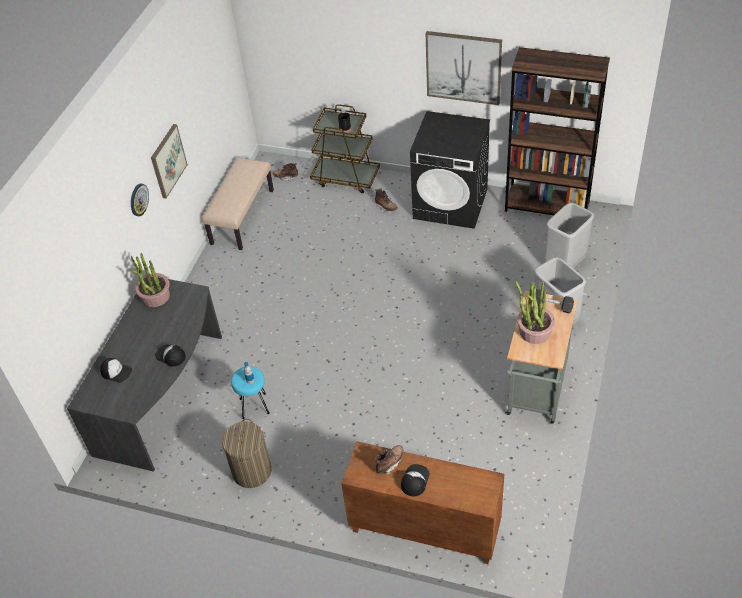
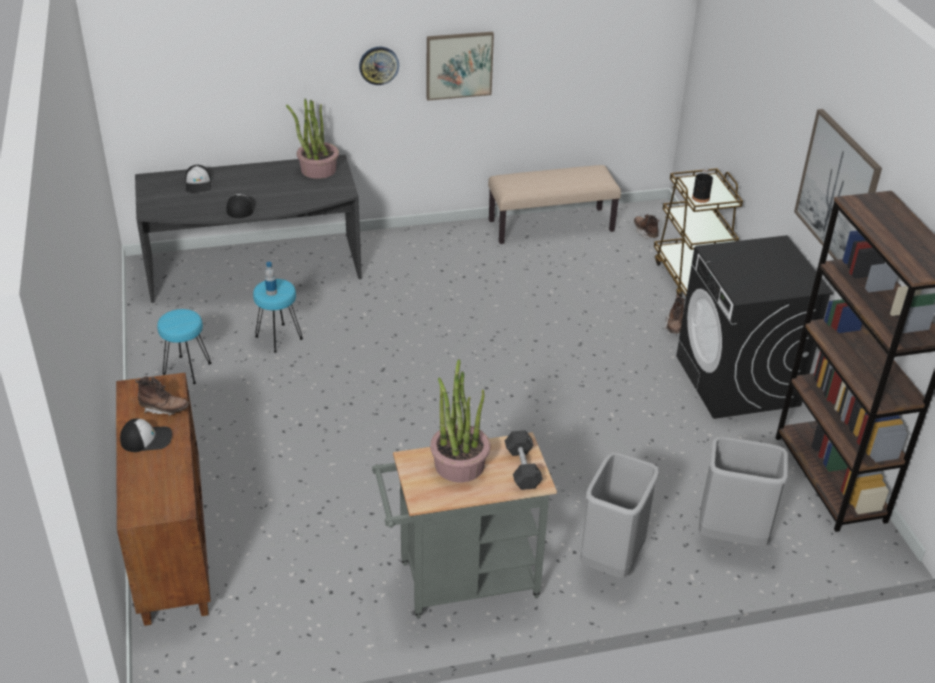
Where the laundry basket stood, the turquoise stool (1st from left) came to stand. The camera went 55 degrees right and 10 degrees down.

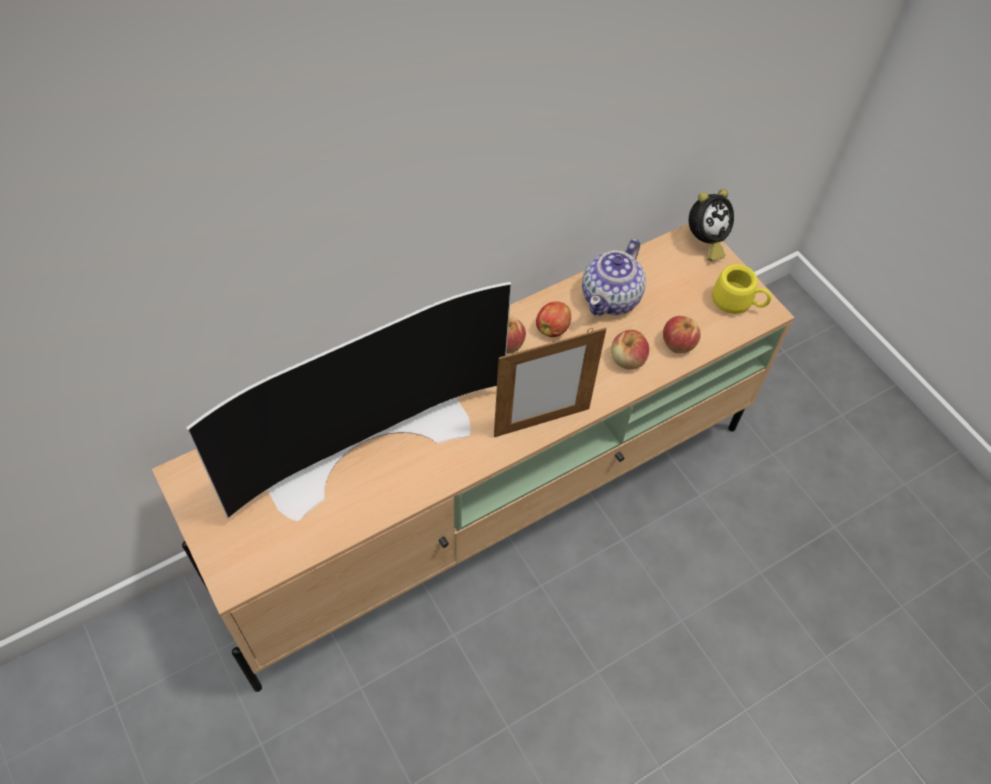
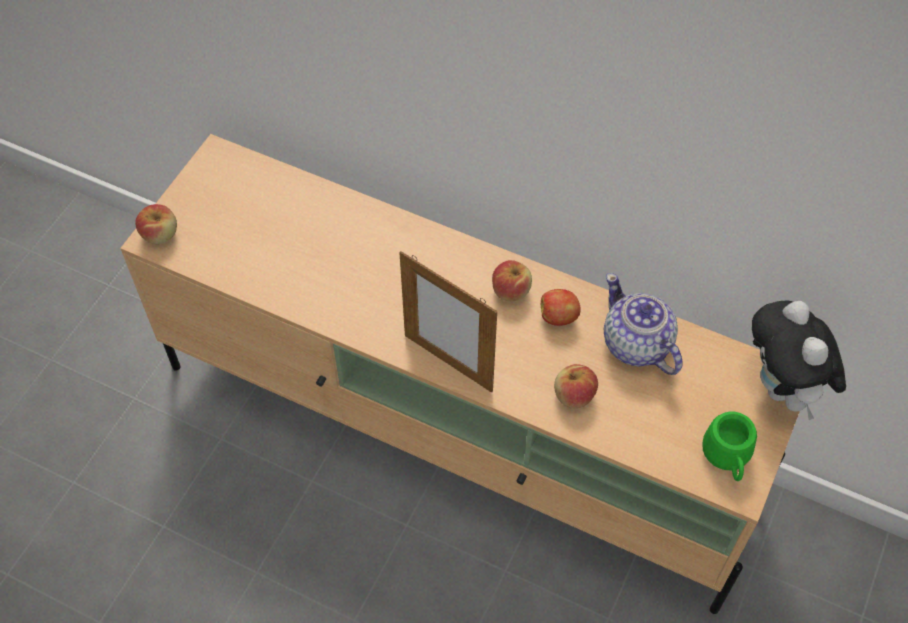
The apple (4th from left in the first image) ended up elsewhere. The teapot ended up facing another way, 60 degrees clockwise from before. What was the yellow mug turned into the green mug. Where the alarm clock stood, the plush toy came to stand. The second view lost the television. The camera went 60 degrees right and 0 degrees up.

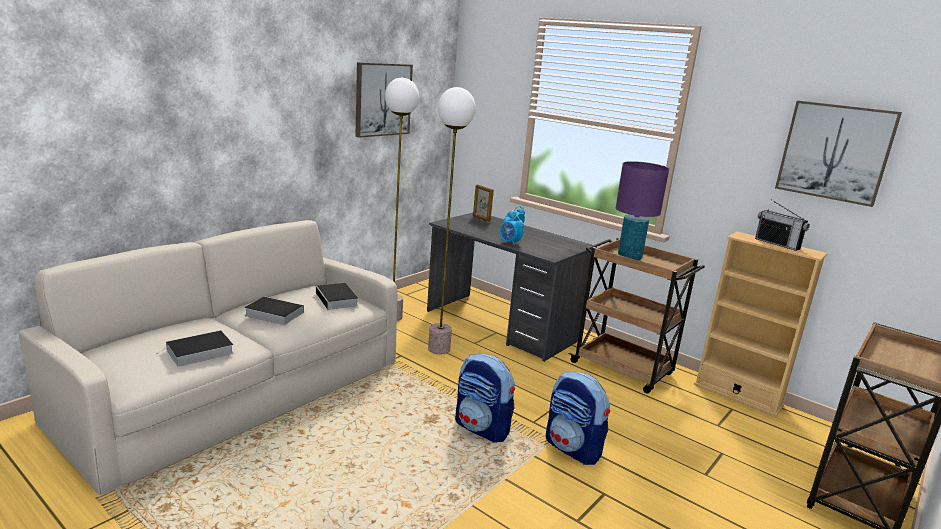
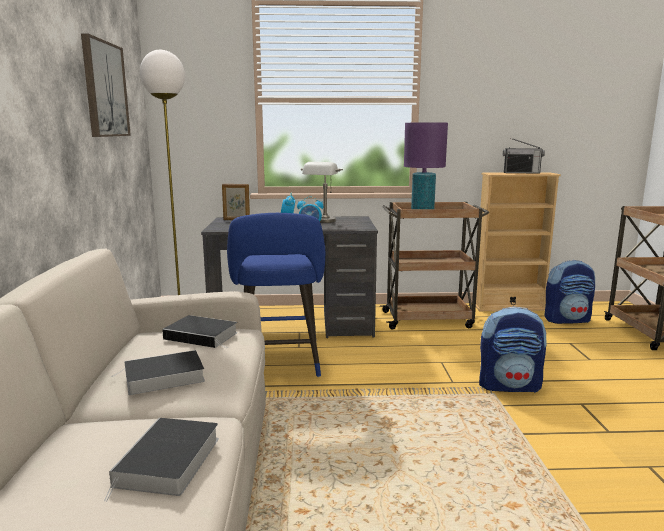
Where the floor lamp (2nd from left) stood, the blue stool came to stand. The second view gained the grey table lamp. The backpack (1st from left in the first image) ended up elsewhere. The second view lost the picture (2nd from left). The camera went 40 degrees left and 5 degrees down.

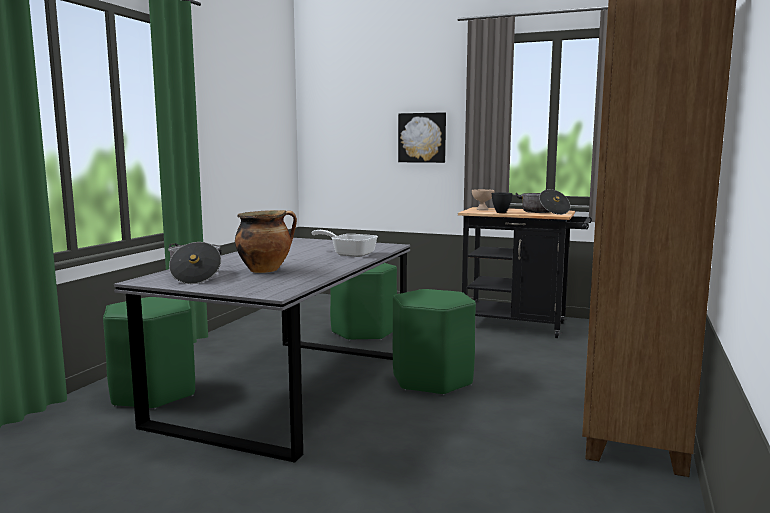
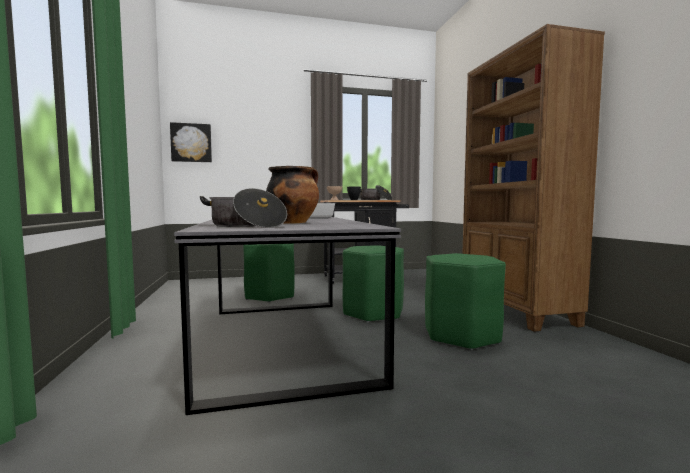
The picture ended up elsewhere. The green stool (1st from left in the first image) ended up elsewhere. The camera went 35 degrees left and 5 degrees down.

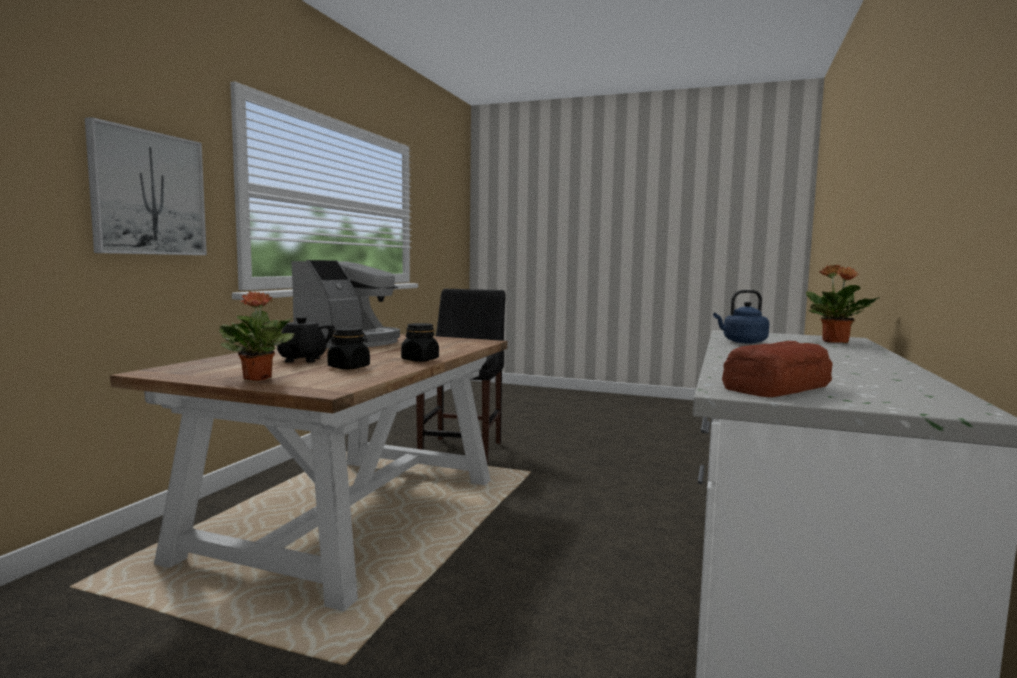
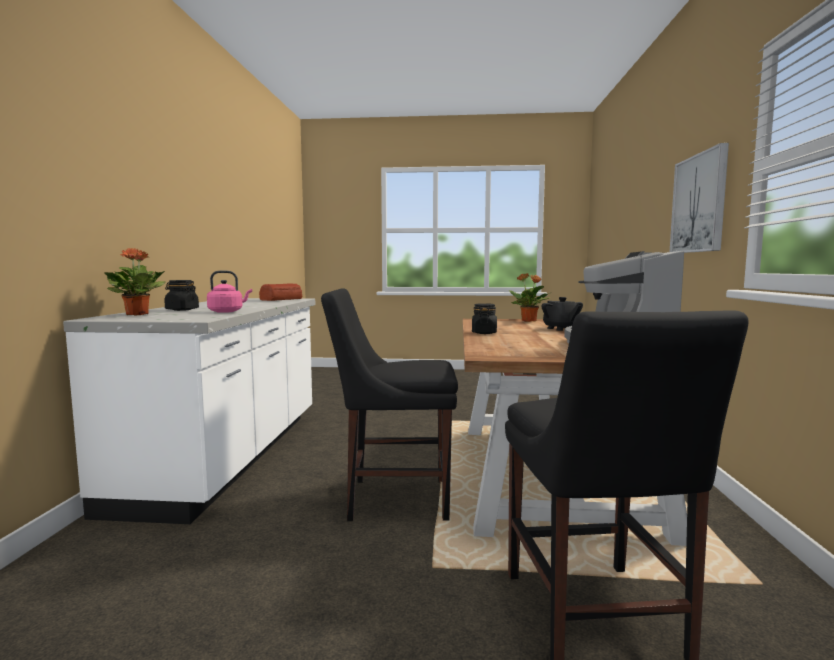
The black jar (1st from left) ended up elsewhere. What was the blue kettle turned into the pink kettle. The second view gained the black chair (1st from left). The camera went 165 degrees right and 0 degrees up.

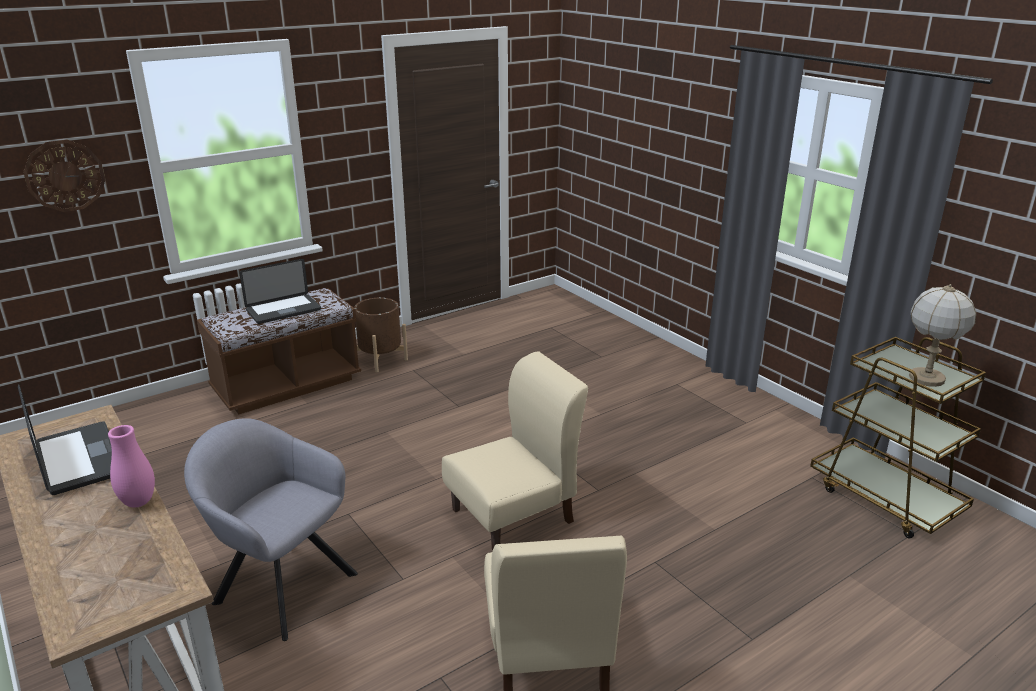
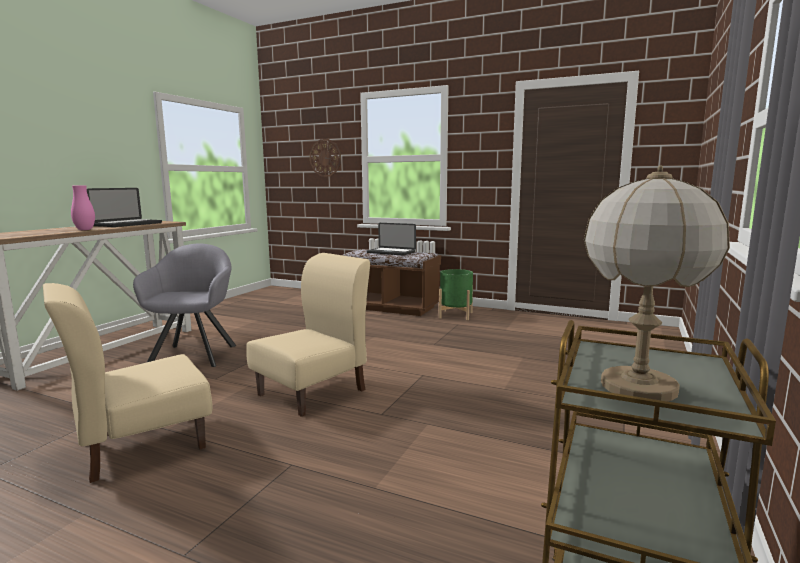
The beige chair (1st from left in the first image) ended up facing another way, 75 degrees counterclockwise from before. What was the brown planter turned into the green planter. The camera went 60 degrees right and 15 degrees down.

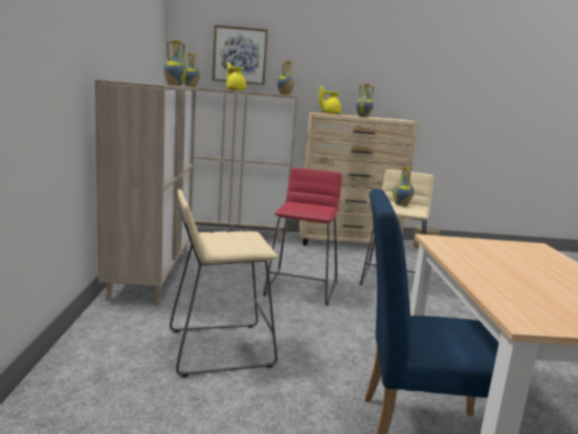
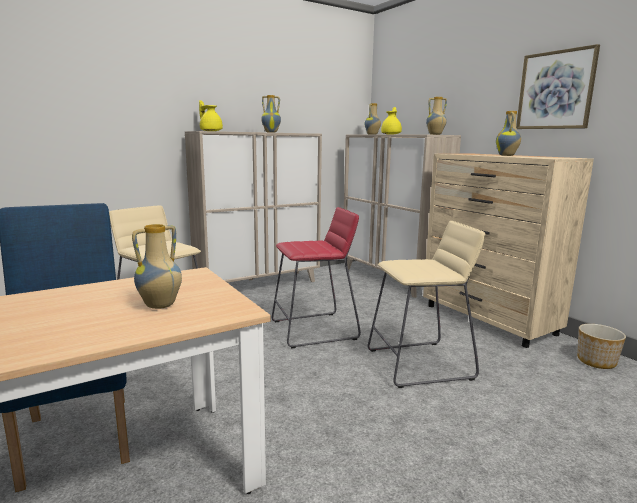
The vase (5th from left in the first image) ended up elsewhere. The yellow teapot (2nd from left in the first image) ended up elsewhere. The picture ended up elsewhere. The camera went 60 degrees right and 0 degrees up.

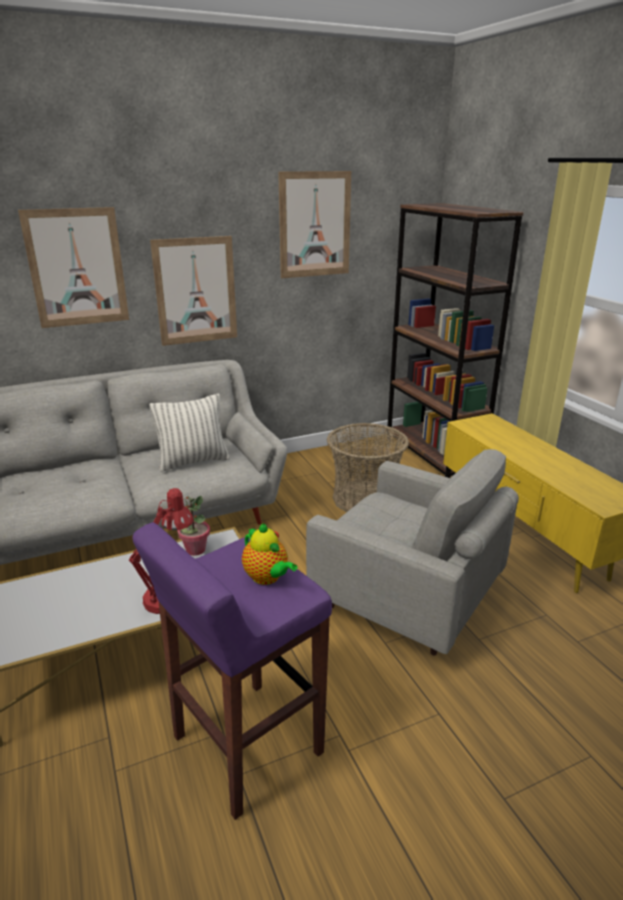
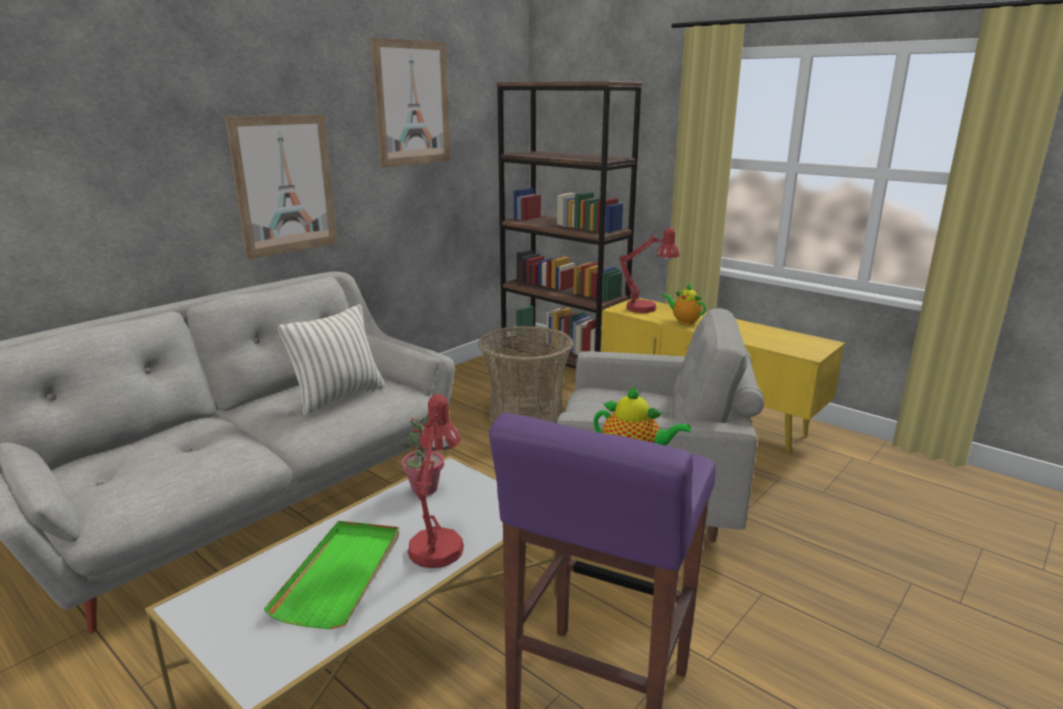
The second view gained the green tray. The second view gained the red table lamp (2nd from left). The second view gained the teapot (2nd from left). The second view lost the picture (1st from left). The camera went 25 degrees left and 5 degrees down.

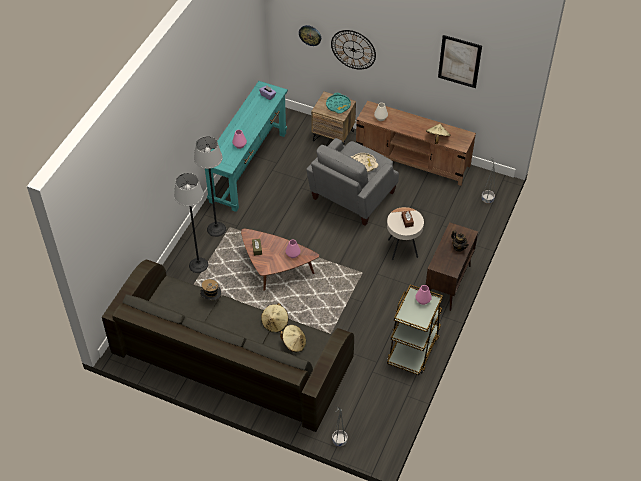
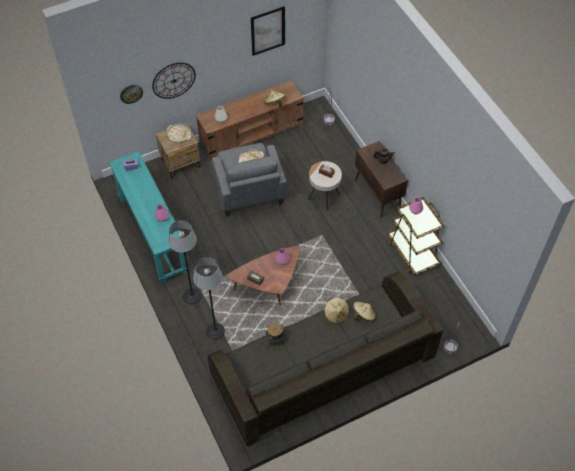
What was the turquoise tray turned into the beige tray (1st from left). The camera went 50 degrees left and 5 degrees up.

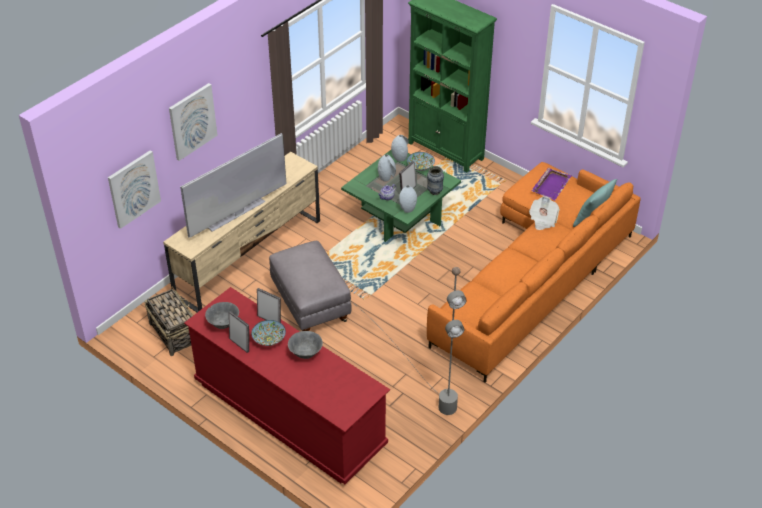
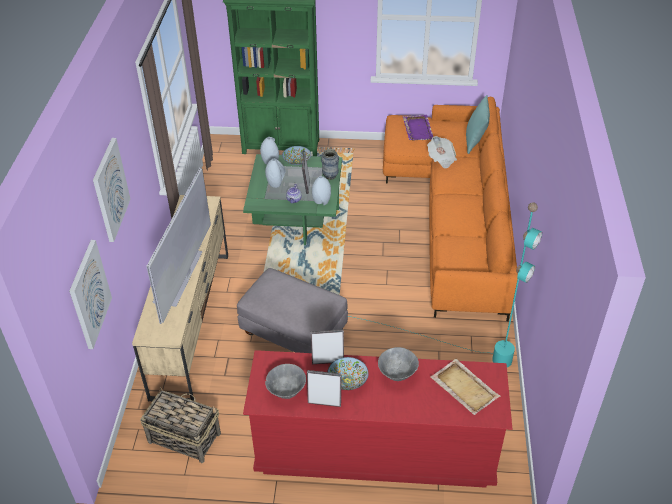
What was the grey floor lamp turned into the turquoise floor lamp. The second view gained the beige tray. The camera went 35 degrees left and 0 degrees up.

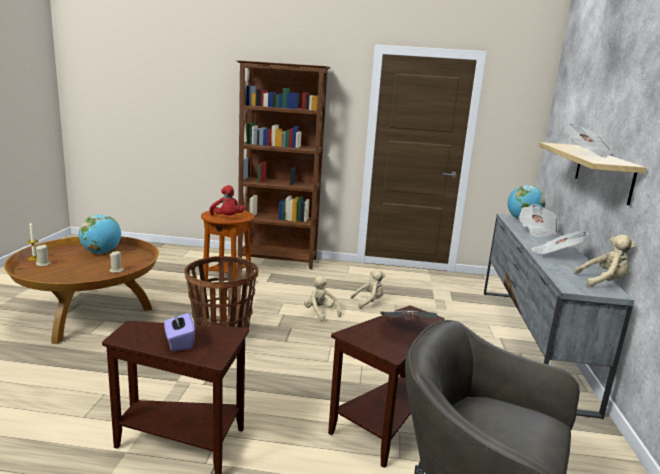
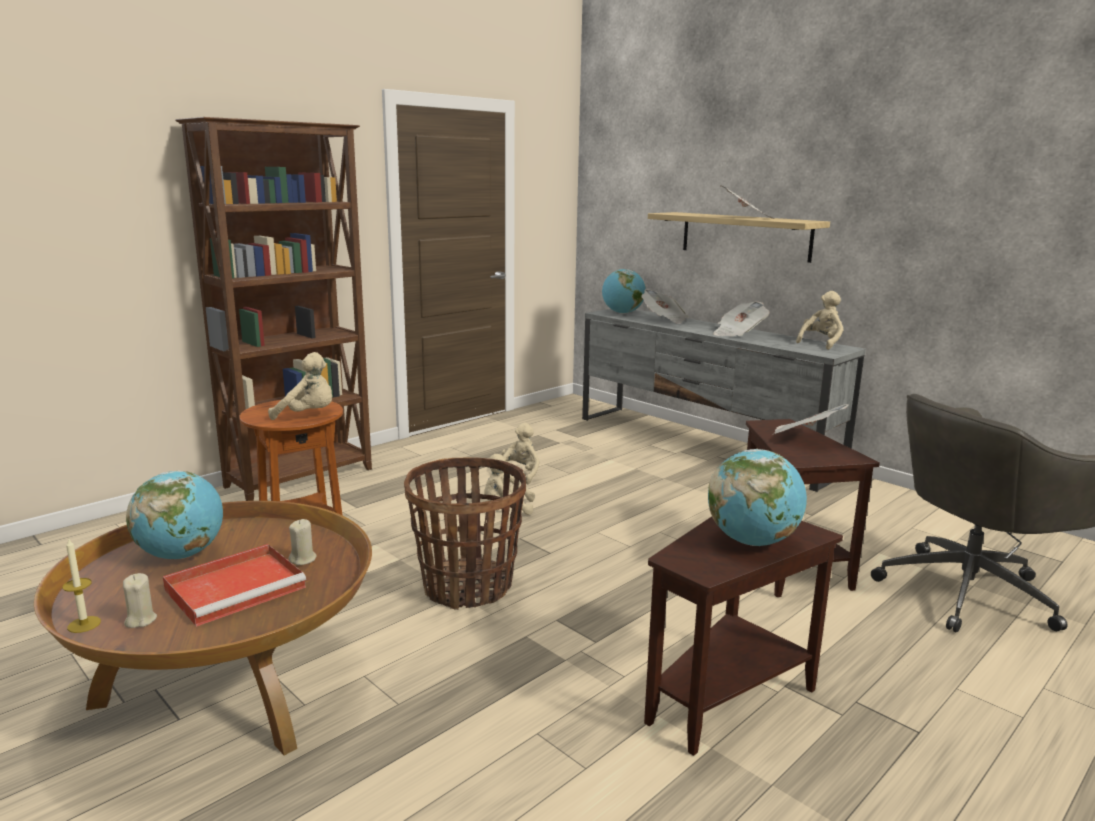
The second view gained the red tray. What was the red plush toy turned into the beige plush toy (1st from left). Where the purple tissue box stood, the globe (3rd from left) came to stand. The camera went 50 degrees left and 0 degrees up.

